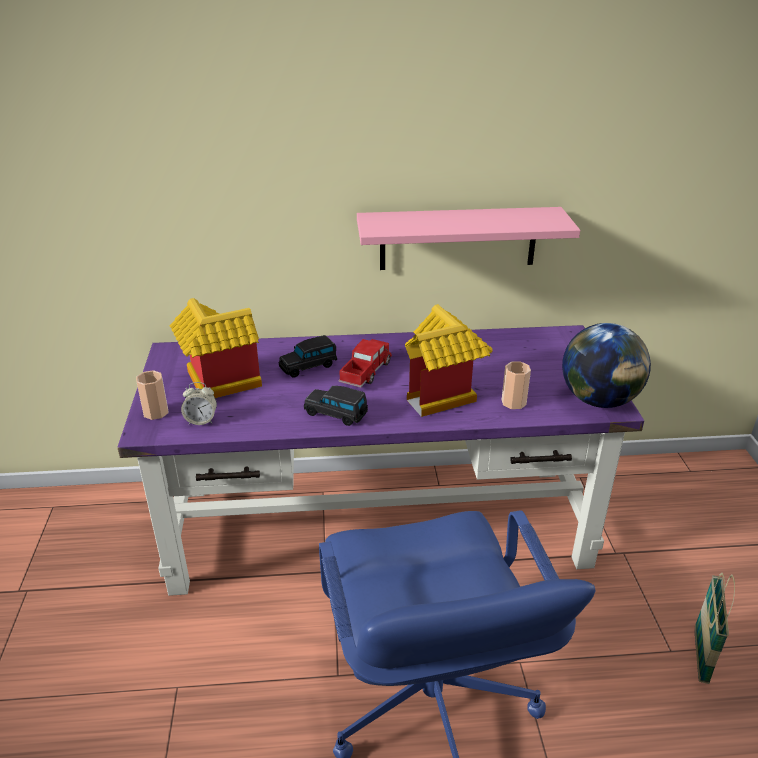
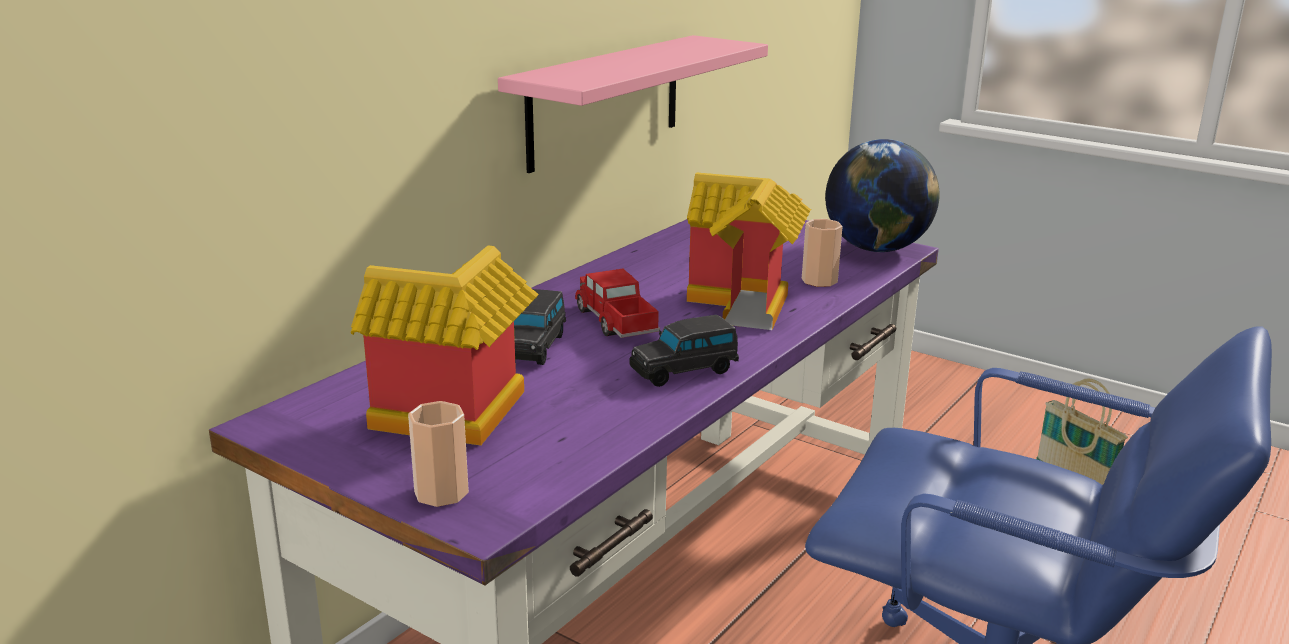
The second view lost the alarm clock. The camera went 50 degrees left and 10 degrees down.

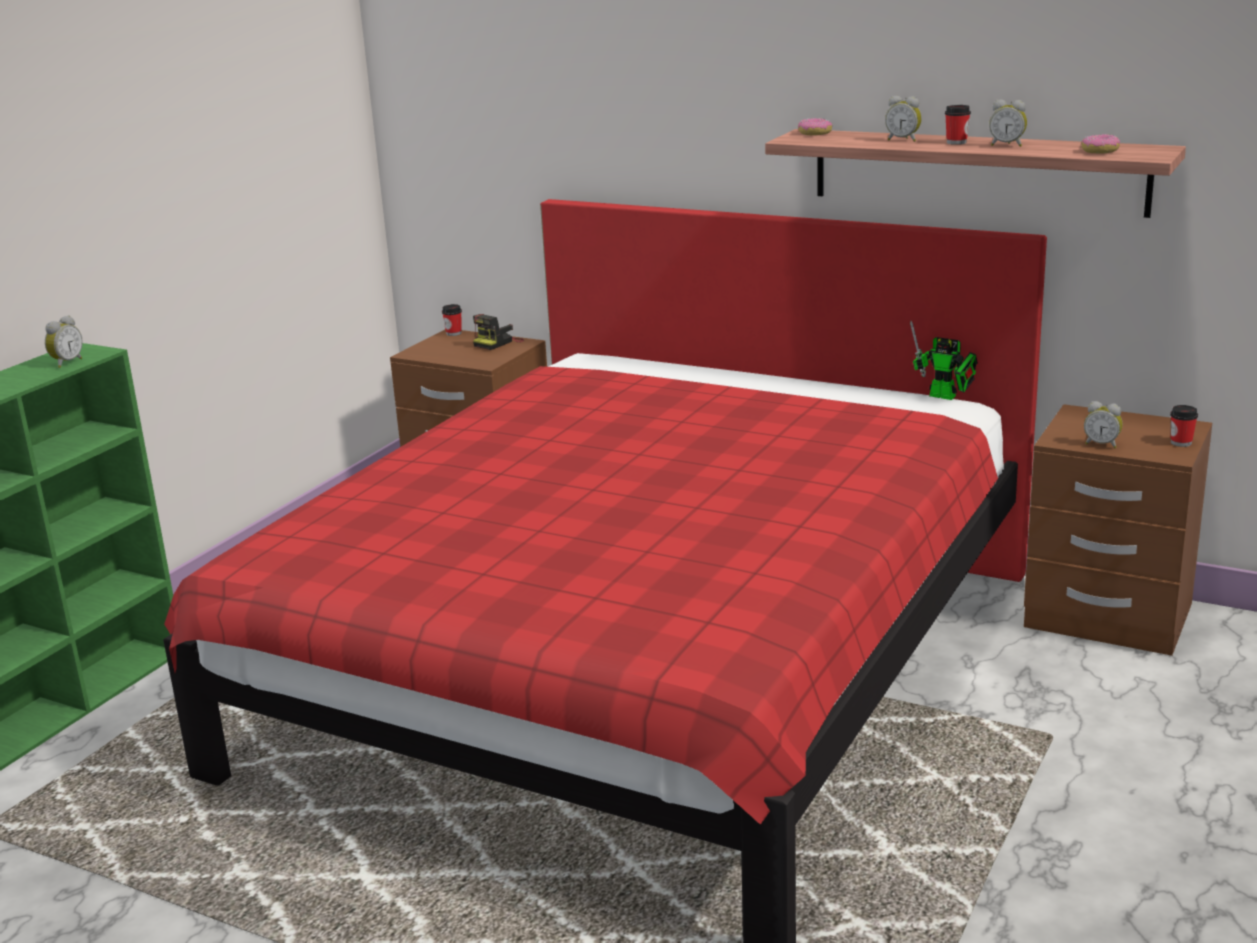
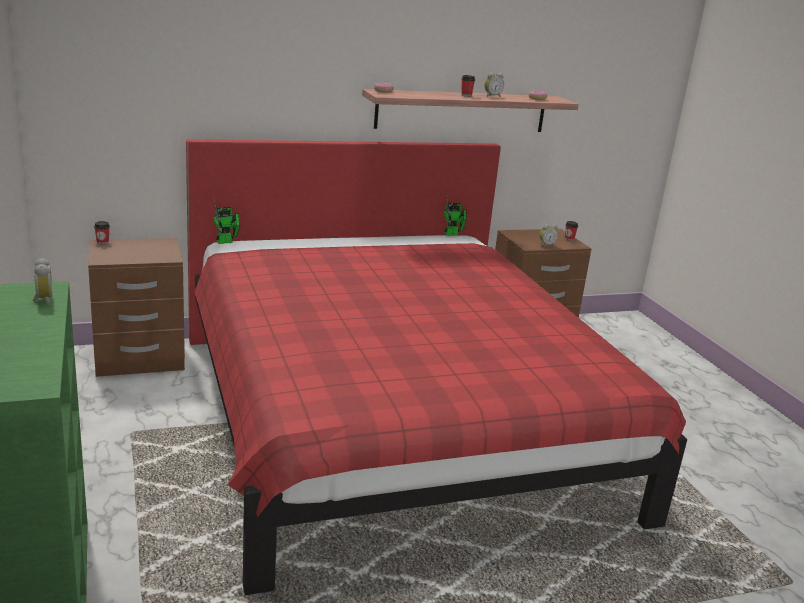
The second view gained the toy robot (1st from left). The second view lost the photo camera. The second view lost the alarm clock (2nd from left). The camera went 50 degrees left and 0 degrees up.

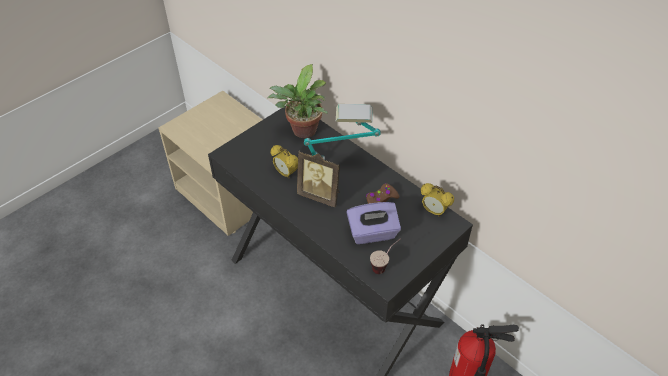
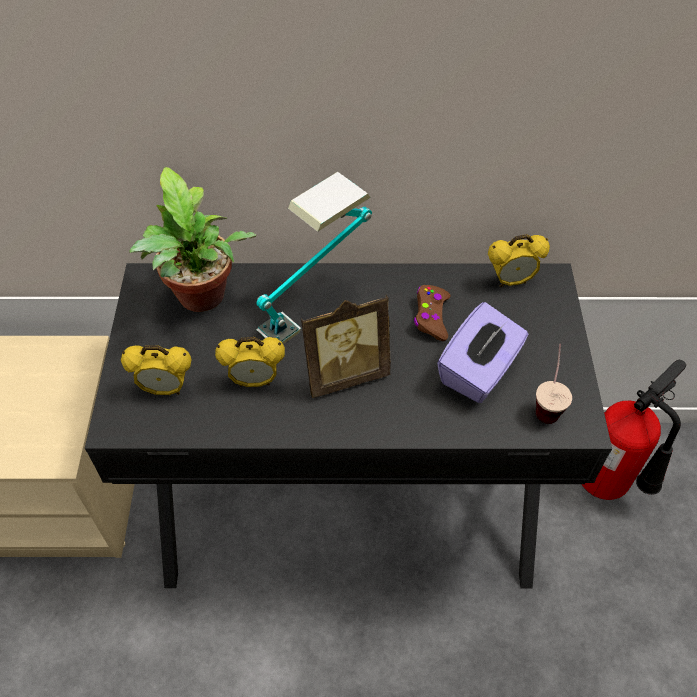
The second view gained the alarm clock (1st from left). The camera went 45 degrees left and 5 degrees up.

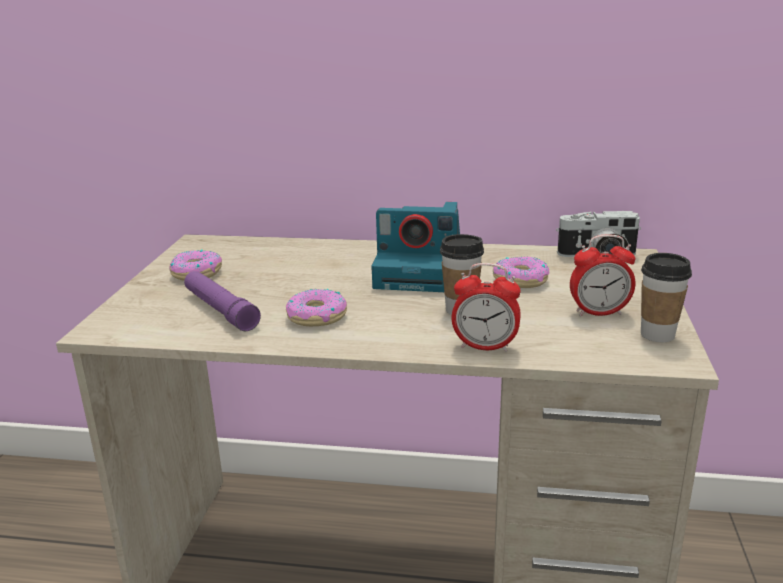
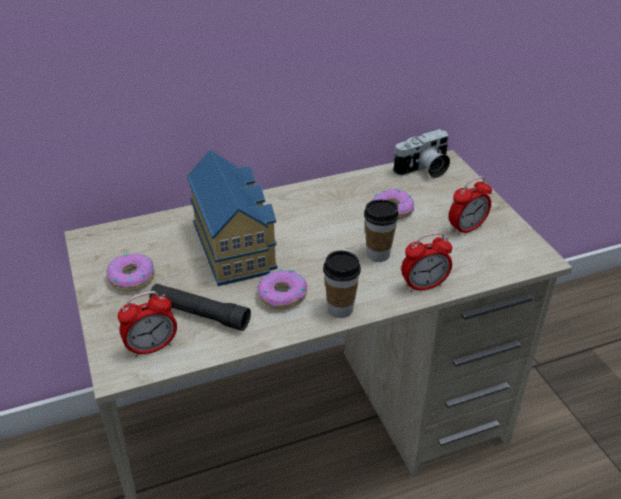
The second view gained the alarm clock (1st from left). What was the purple flashlight turned into the black flashlight. The second view gained the toy house. The cup (2nd from left in the first image) ended up elsewhere. The second view lost the photo camera (1st from left). The camera went 30 degrees left and 15 degrees up.

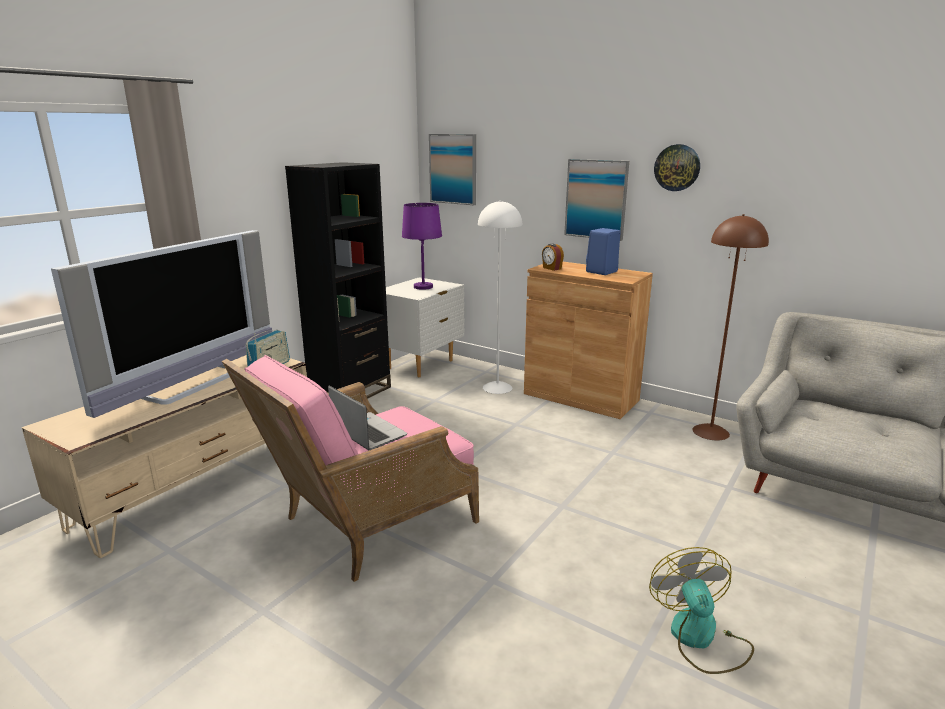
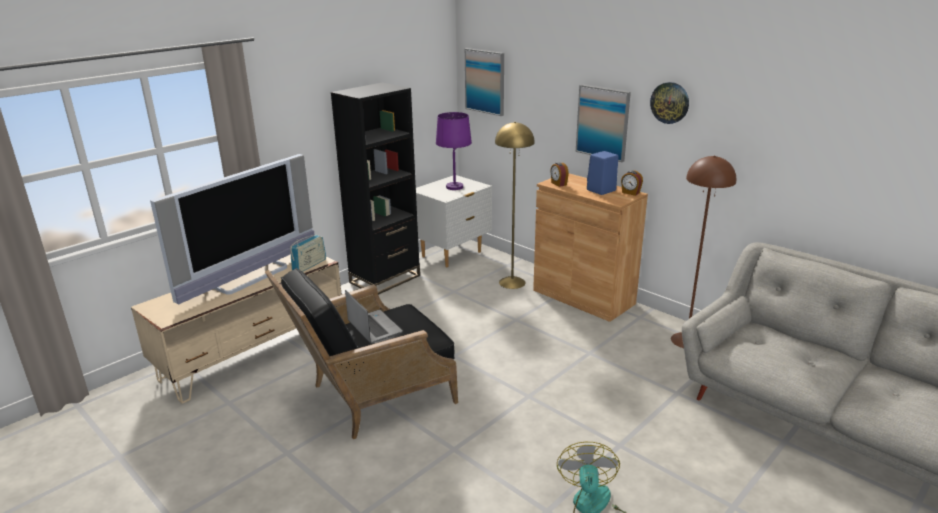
What was the pink armchair turned into the black armchair. What was the white floor lamp turned into the yellow floor lamp. The second view gained the alarm clock (2nd from left). The camera went 10 degrees right and 5 degrees up.

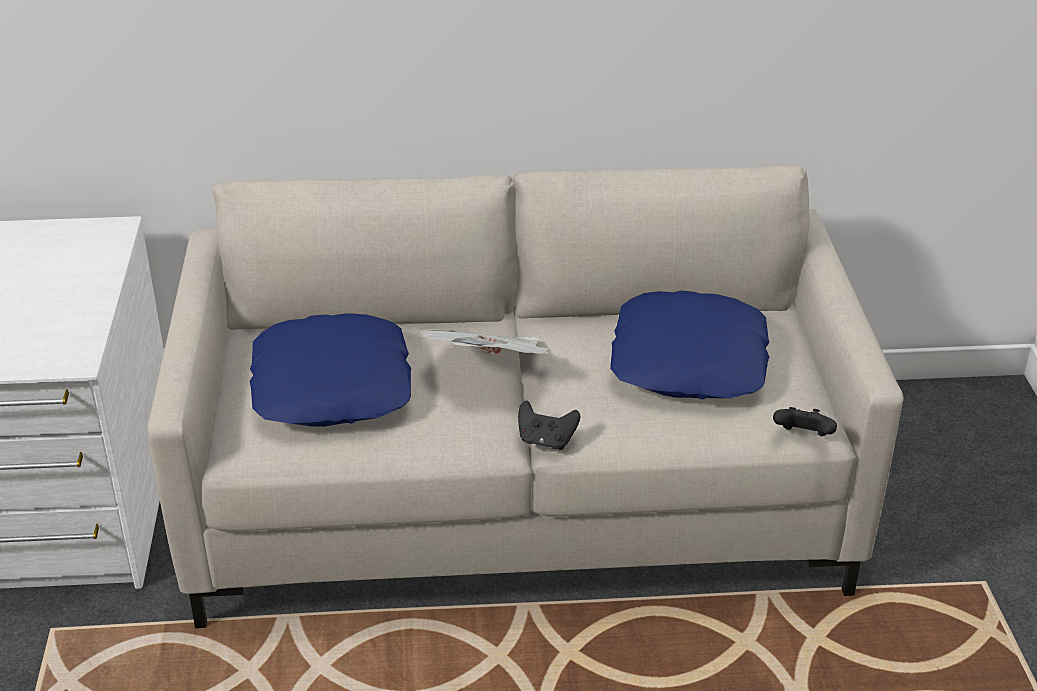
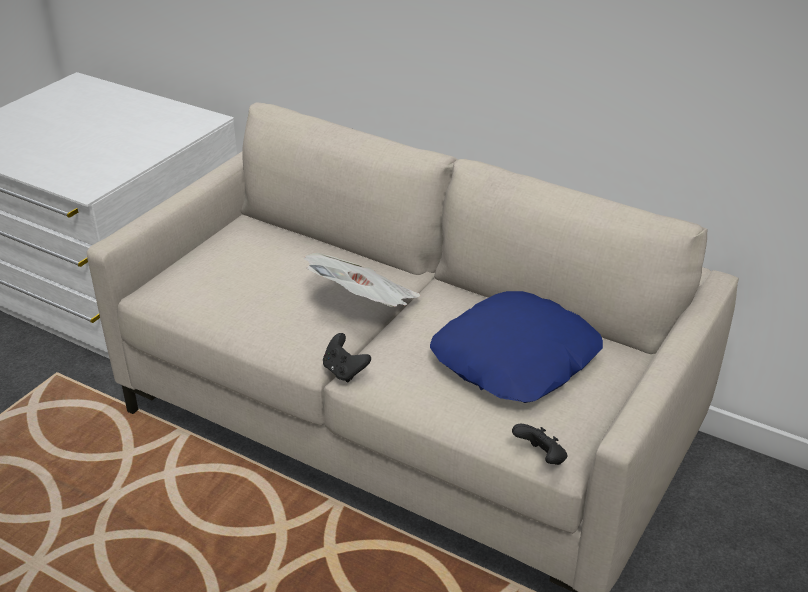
The second view lost the blue pillow (1st from left). The camera went 35 degrees right and 0 degrees up.

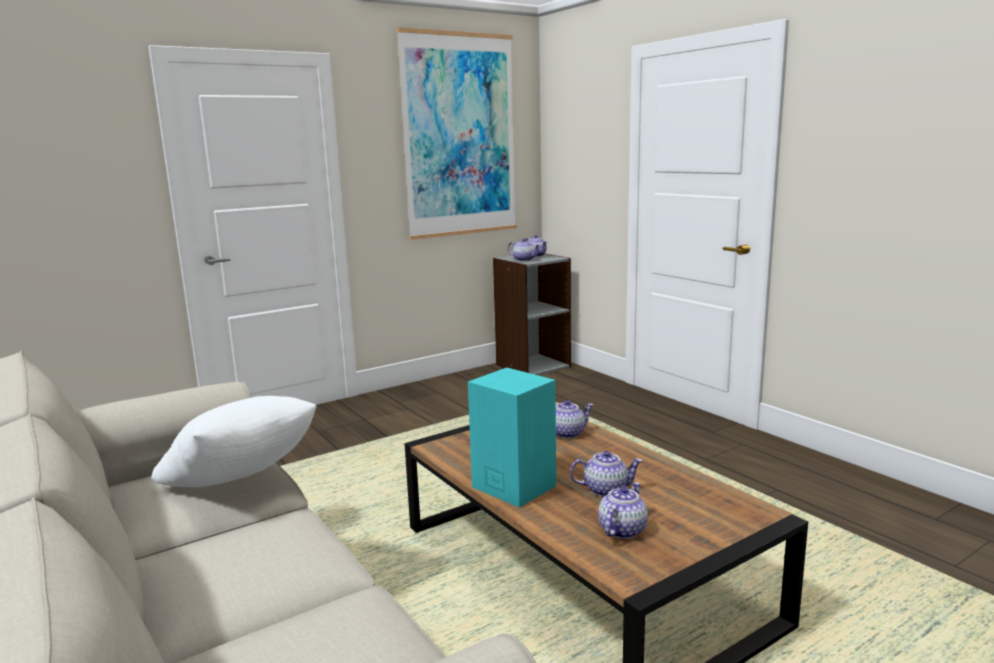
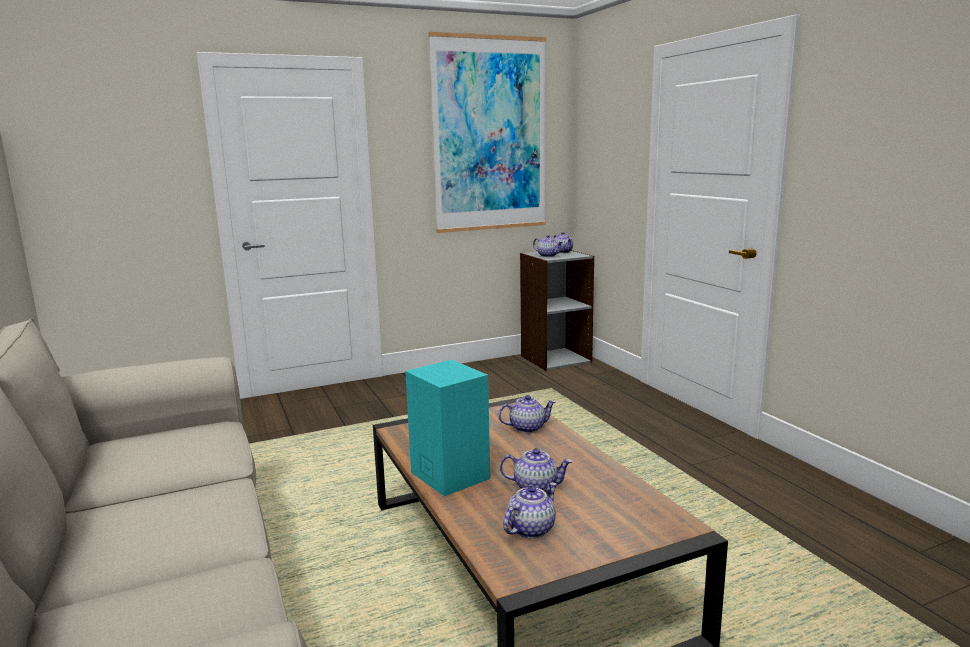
The second view lost the white pillow. The camera went 10 degrees right and 0 degrees up.

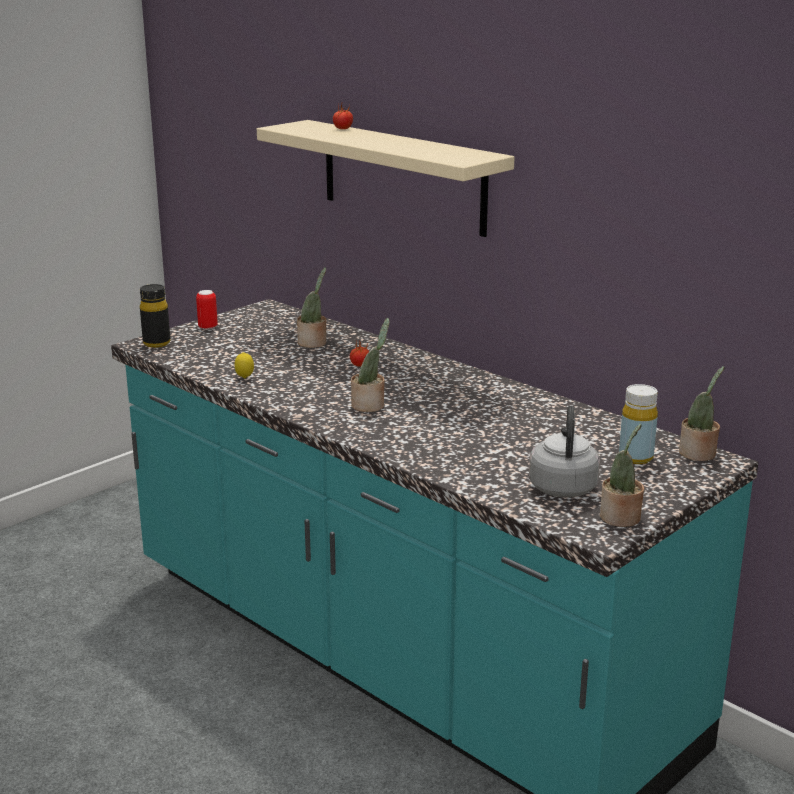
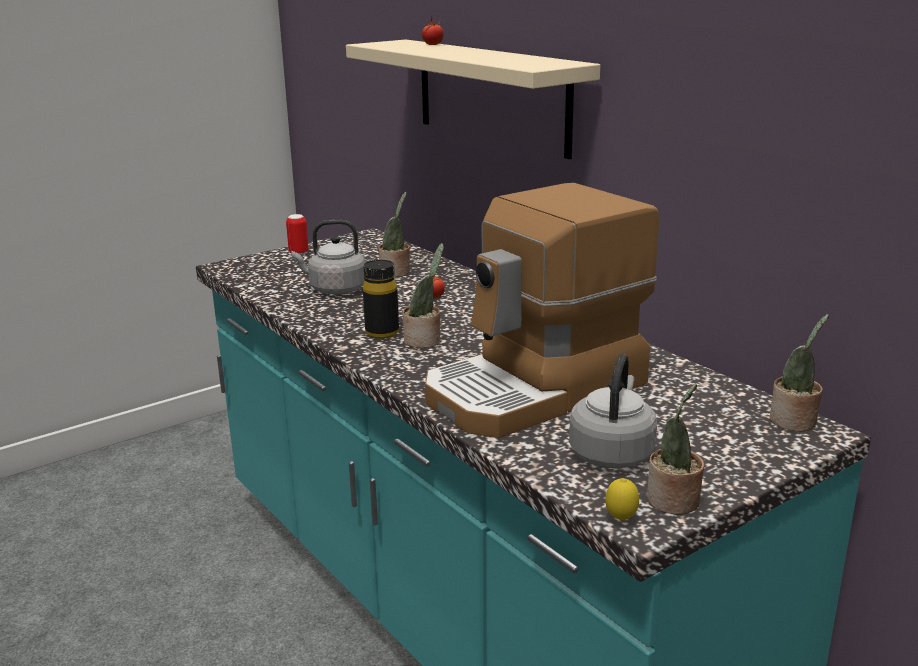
The second view gained the grey kettle (1st from left). The black bottle ended up elsewhere. The second view gained the coffee machine. The lemon ended up elsewhere. The second view lost the yellow bottle. The camera went 10 degrees right and 0 degrees up.

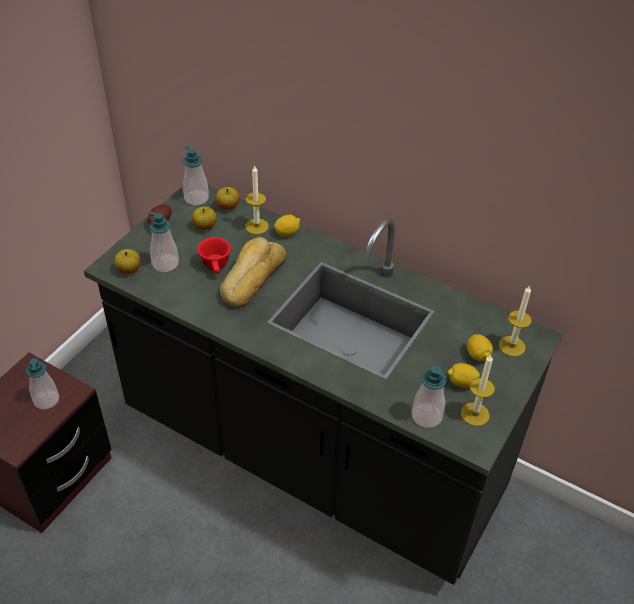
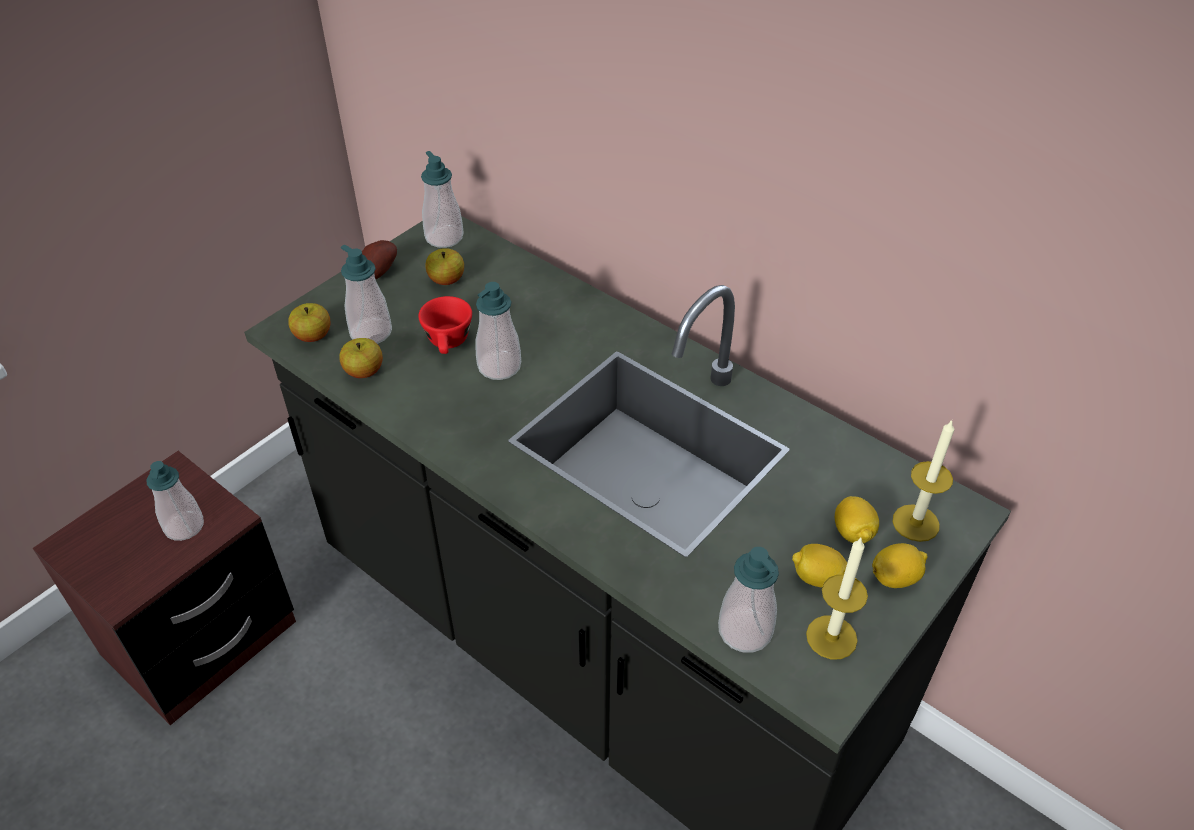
The apple (3rd from left in the first image) ended up elsewhere. Where the bread stood, the soap dispenser (4th from left) came to stand. The lemon (1st from left in the first image) ended up elsewhere. The second view lost the candle (1st from left). The camera went 10 degrees right and 0 degrees up.

